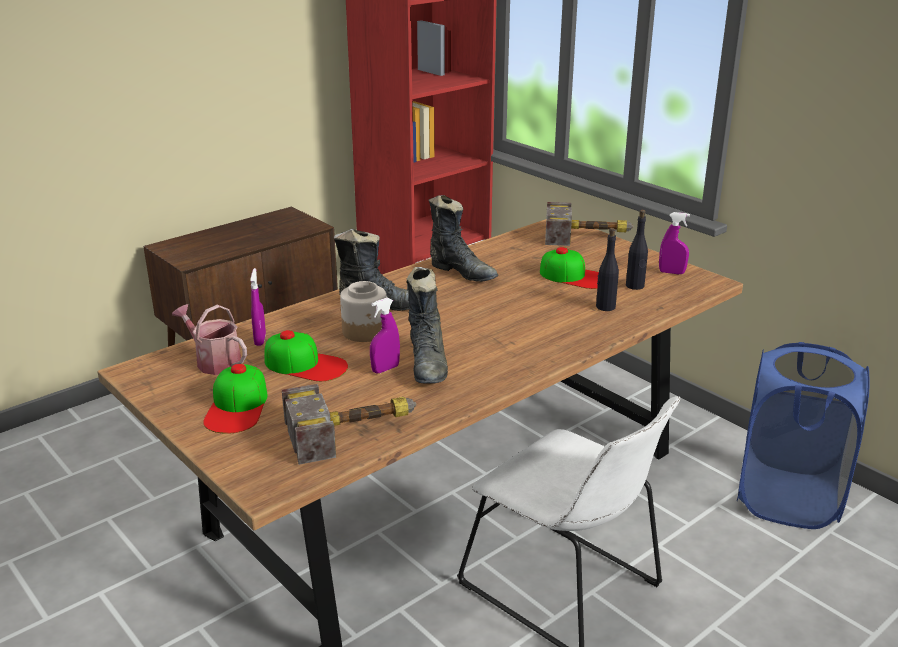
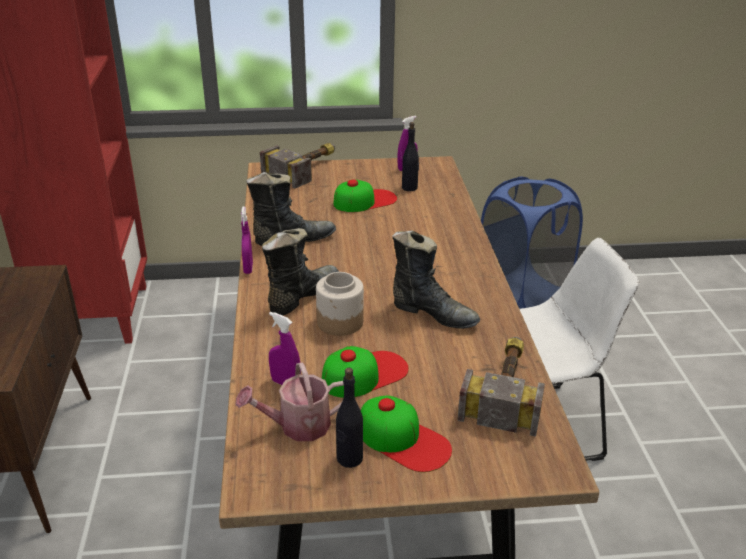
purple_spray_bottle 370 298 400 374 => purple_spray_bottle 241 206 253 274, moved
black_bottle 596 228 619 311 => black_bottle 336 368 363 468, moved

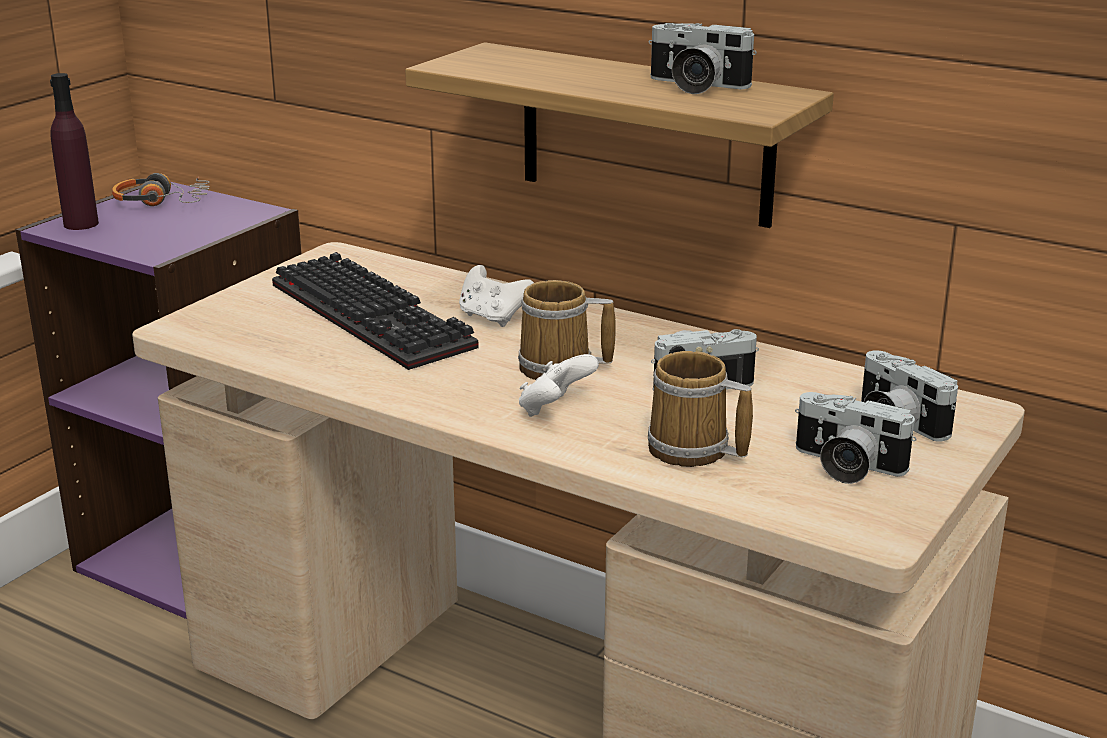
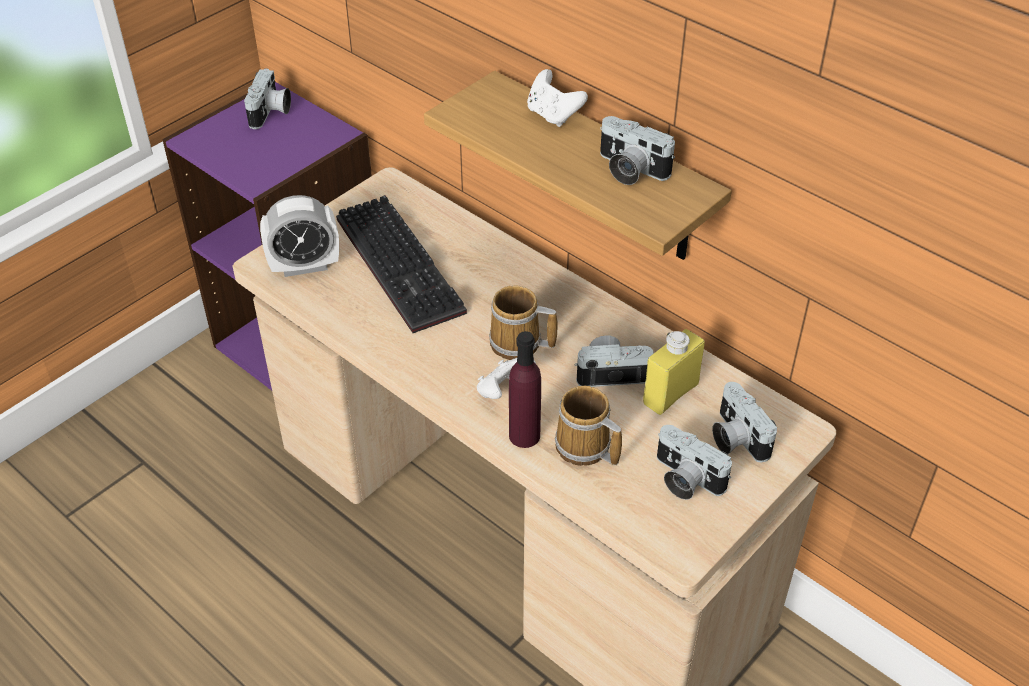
purple_bottle 50 73 99 230 => purple_bottle 509 331 541 448, moved
headphones 112 173 210 206 => photo_camera 244 68 291 129
white_game_controller 459 265 534 327 => white_game_controller 527 69 588 127, moved
nothing => alarm_clock 260 195 339 277
nothing => yellow_bottle 643 329 705 415

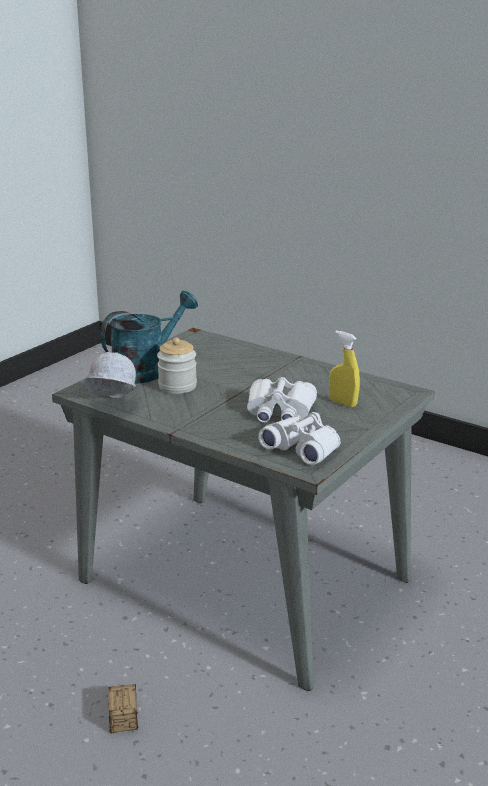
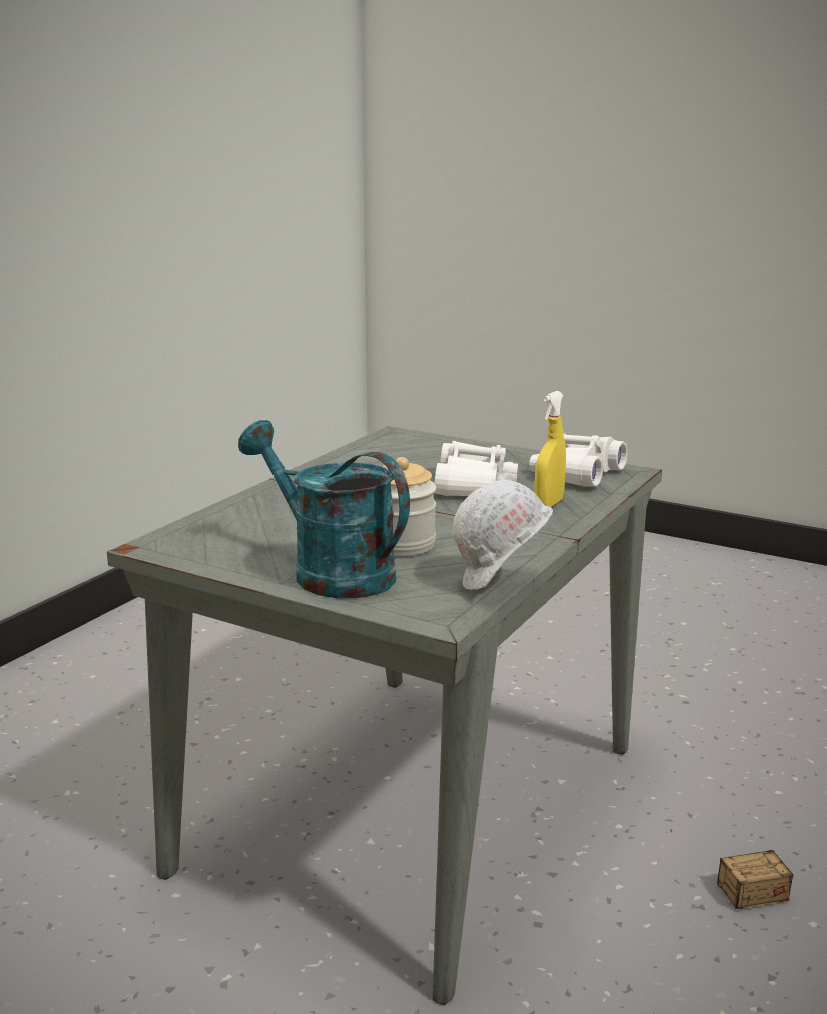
yellow_spray_bottle 329 331 360 407 => yellow_spray_bottle 534 391 566 507, moved

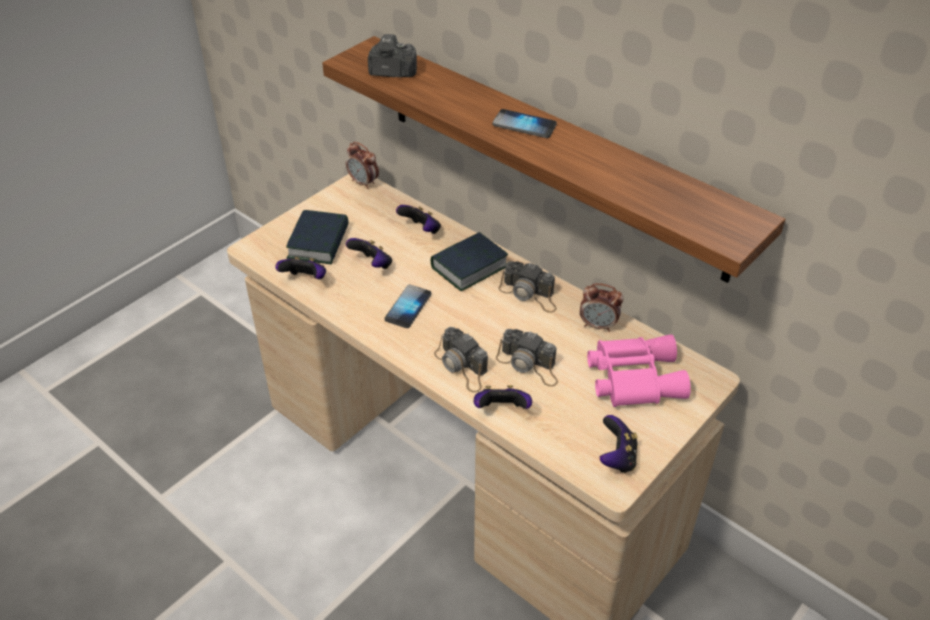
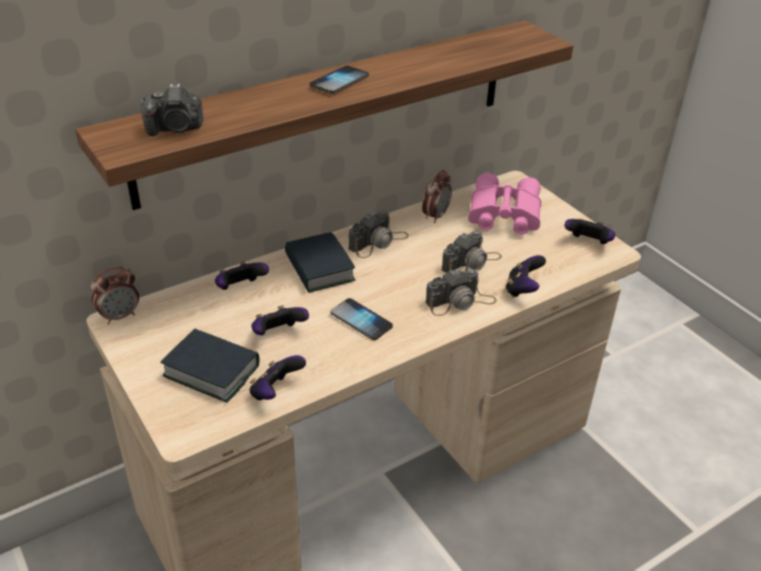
photo_camera 368 34 417 78 => photo_camera 141 84 203 136, 120 degrees counterclockwise

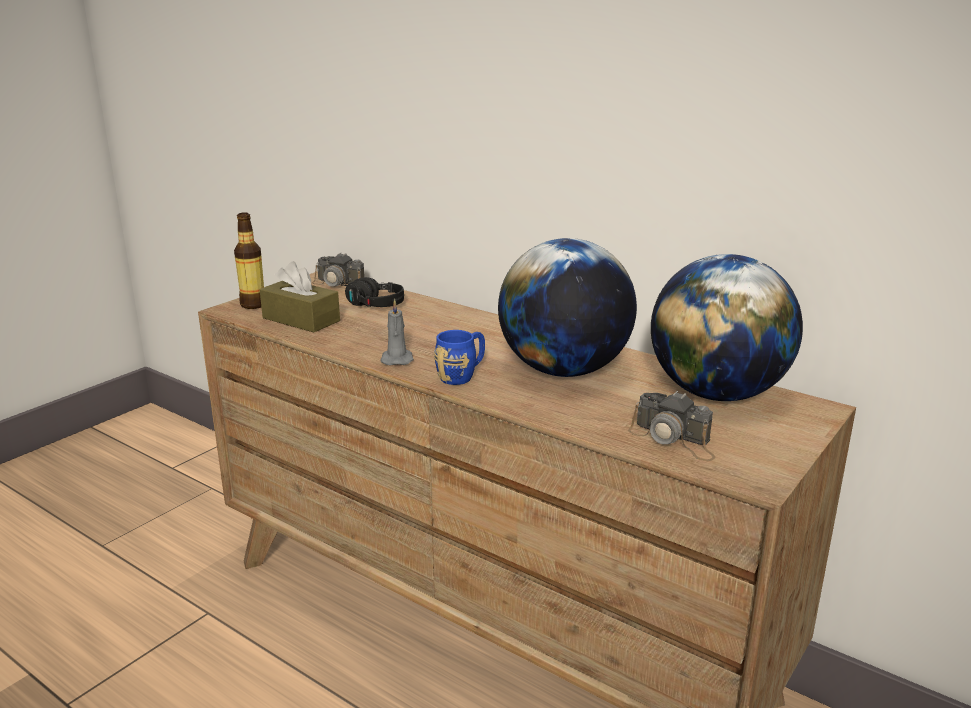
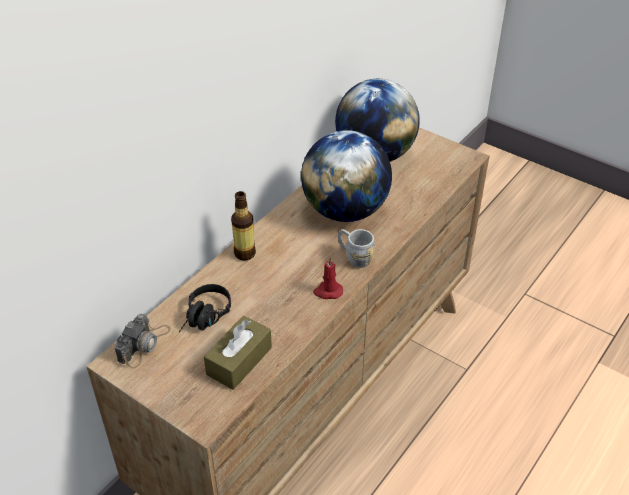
bottle 234 212 264 309 => bottle 231 191 256 260, moved
grey_candle 380 299 414 366 => red_candle 313 257 343 299
blue_mug 434 330 485 385 => grey_mug 338 229 375 268
photo_camera 628 391 715 461 => nothing

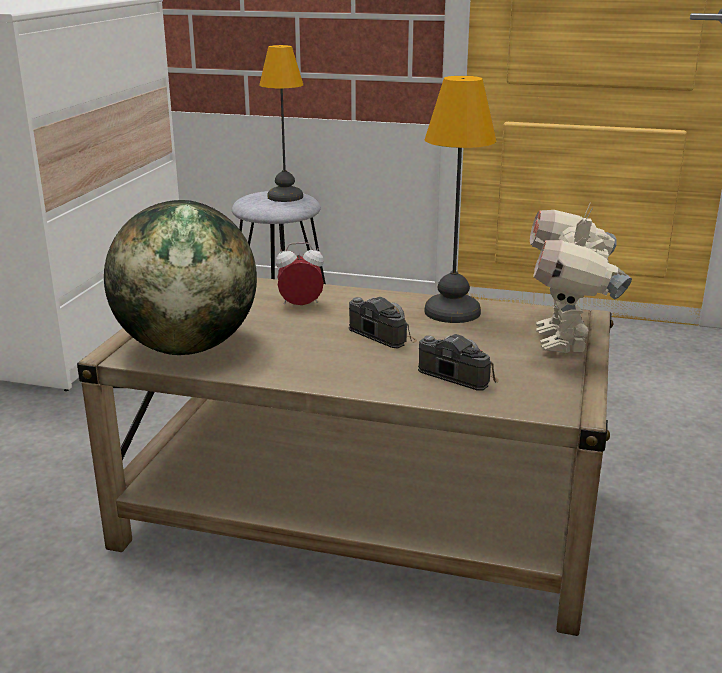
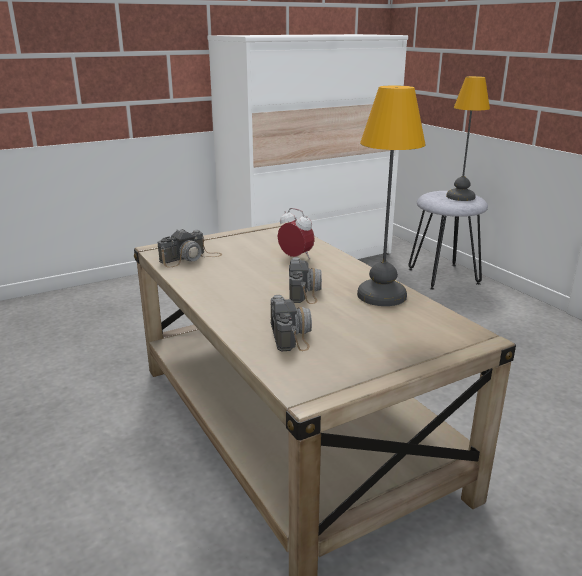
globe 104 200 257 355 => photo_camera 158 228 222 267
toy_robot 530 203 632 353 => nothing

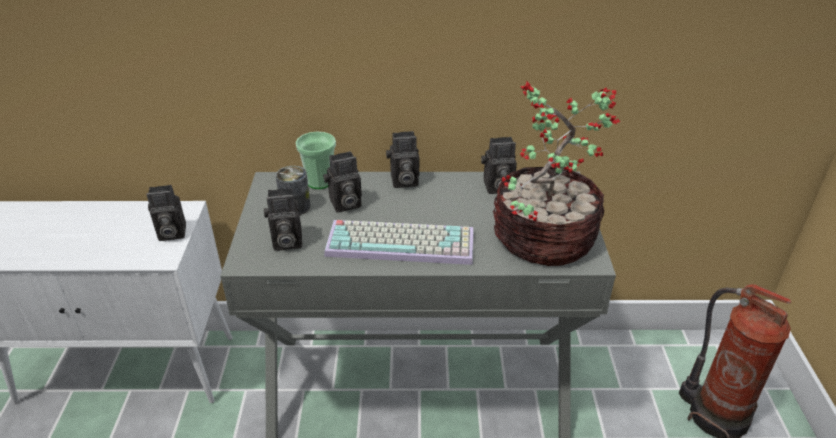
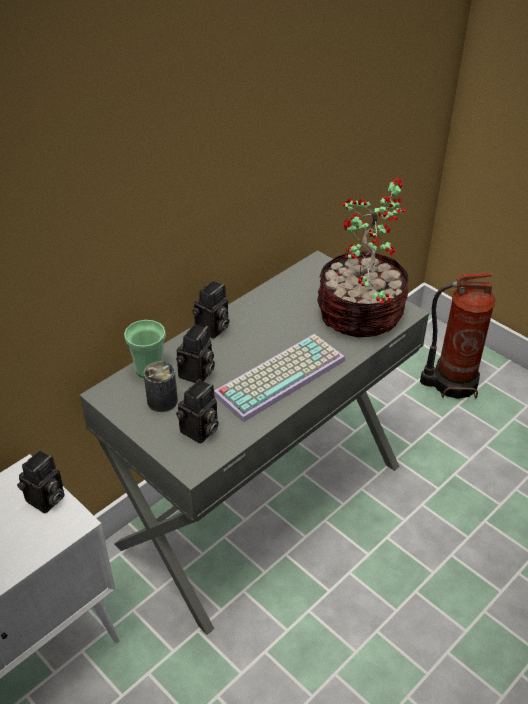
photo_camera 481 137 517 194 => nothing

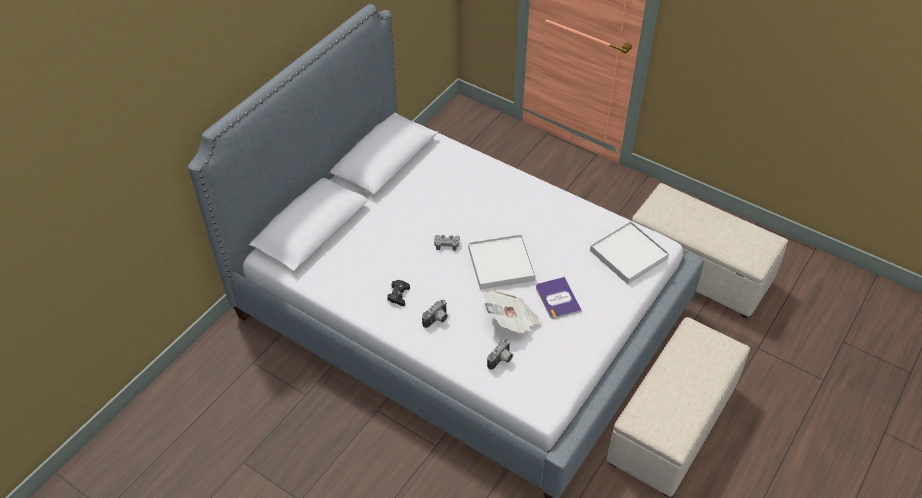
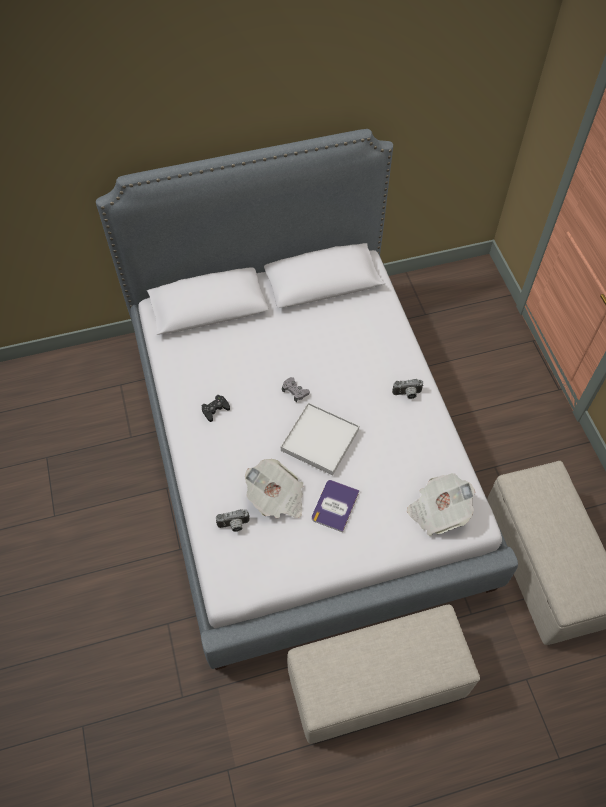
photo_camera 422 300 448 328 => photo_camera 392 379 424 399, moved
white_tray 590 221 669 284 => newspaper 407 473 475 536

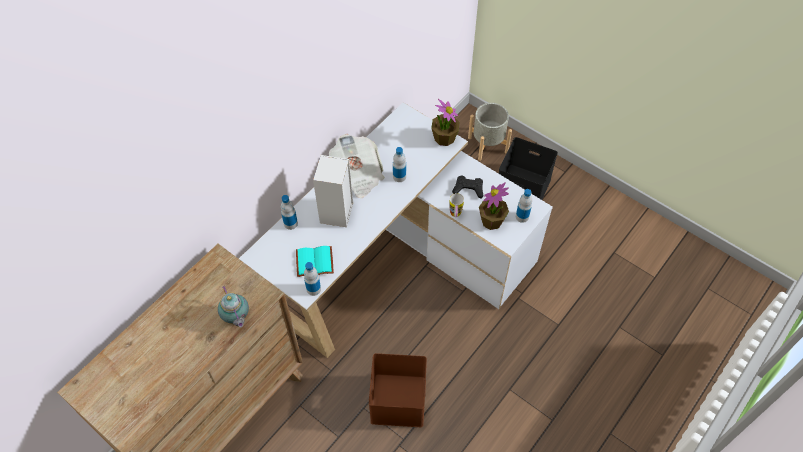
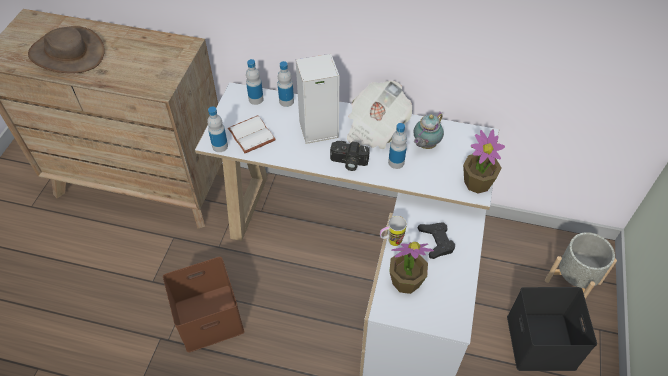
teapot 218 286 249 327 => teapot 414 112 444 149, moved
turquoise_book 296 246 334 277 => white_book 228 115 276 153
bottle 516 189 532 223 => bottle 246 59 264 105, moved
nothing => brown_hat 28 26 105 74
nothing => photo_camera 330 141 370 171

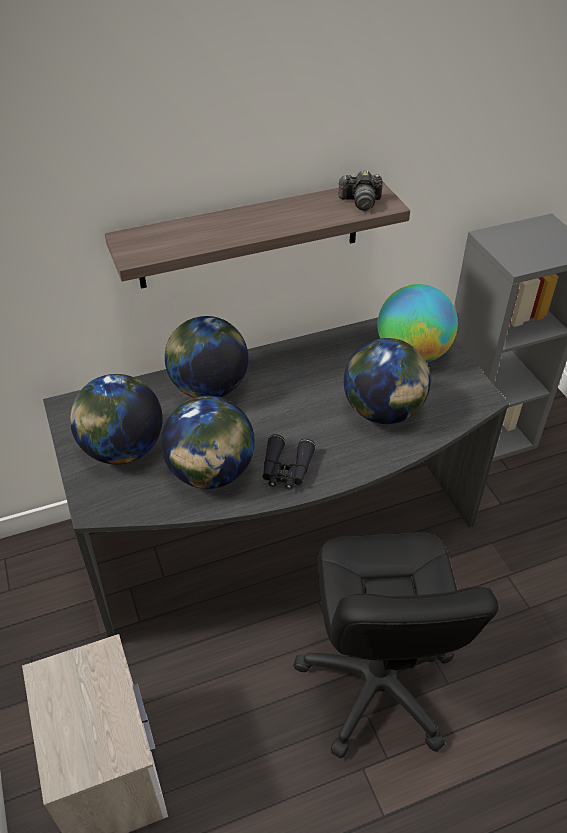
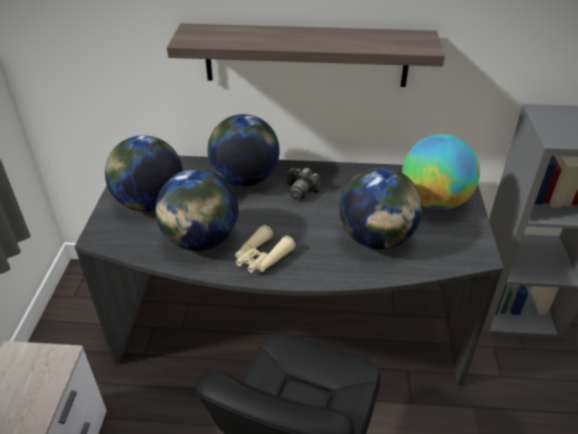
black_binoculars 262 434 316 490 => beige_binoculars 235 225 296 273
photo_camera 338 170 383 211 => photo_camera 286 167 320 200, moved

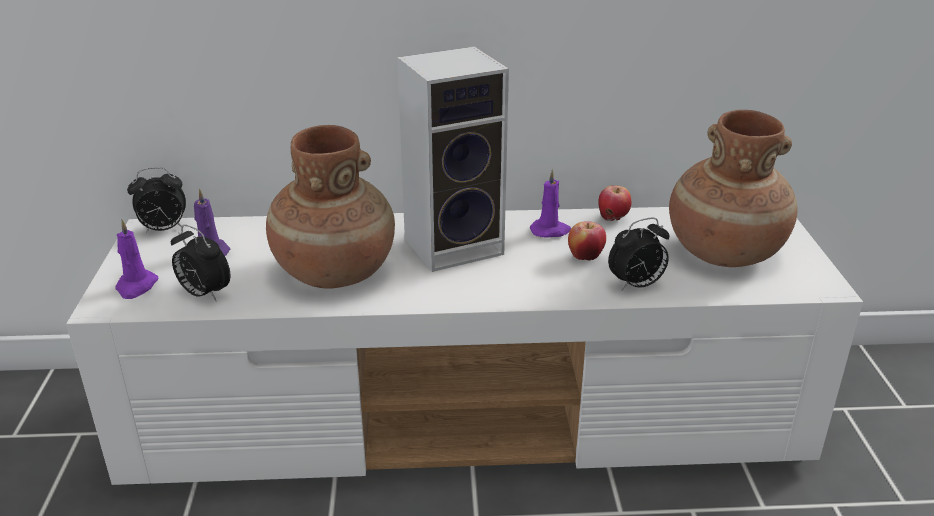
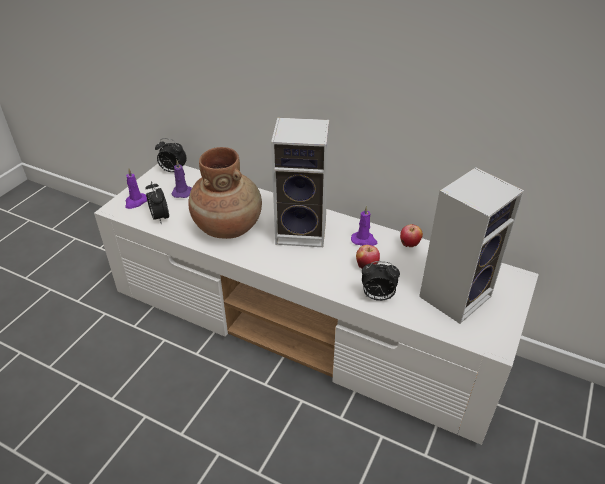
brown_vase 669 110 798 267 => speaker 419 167 524 324

